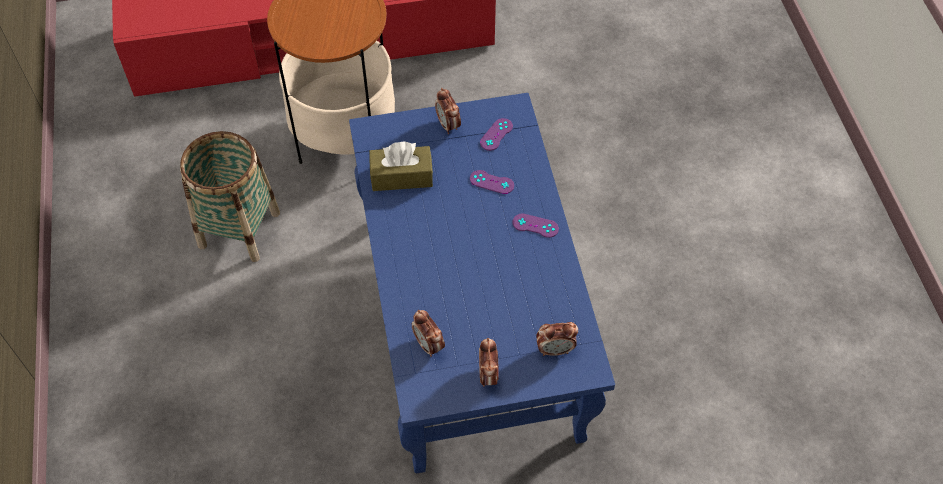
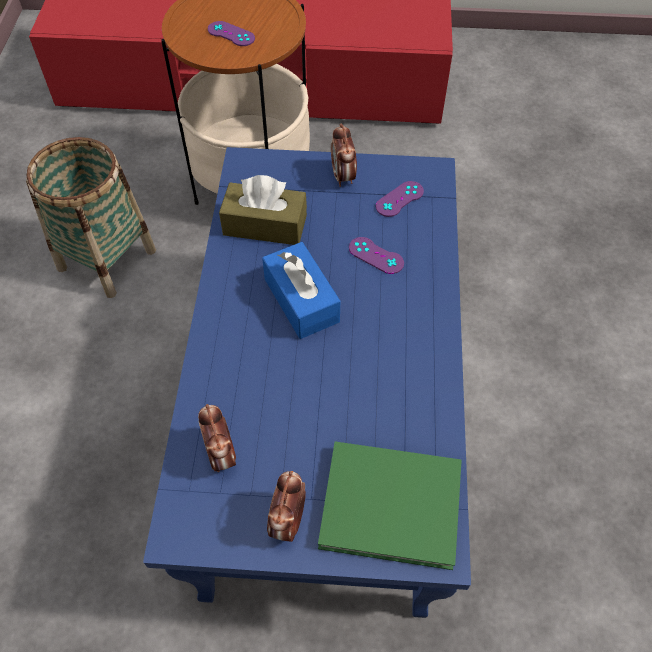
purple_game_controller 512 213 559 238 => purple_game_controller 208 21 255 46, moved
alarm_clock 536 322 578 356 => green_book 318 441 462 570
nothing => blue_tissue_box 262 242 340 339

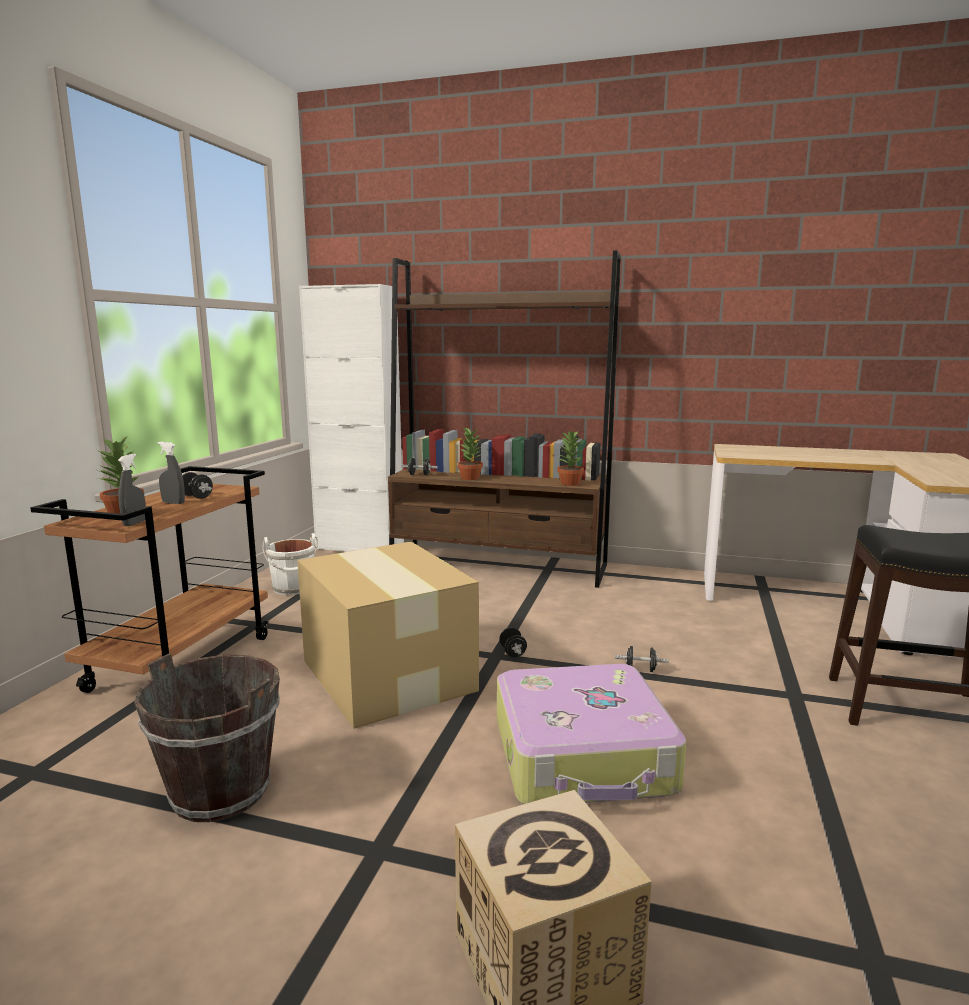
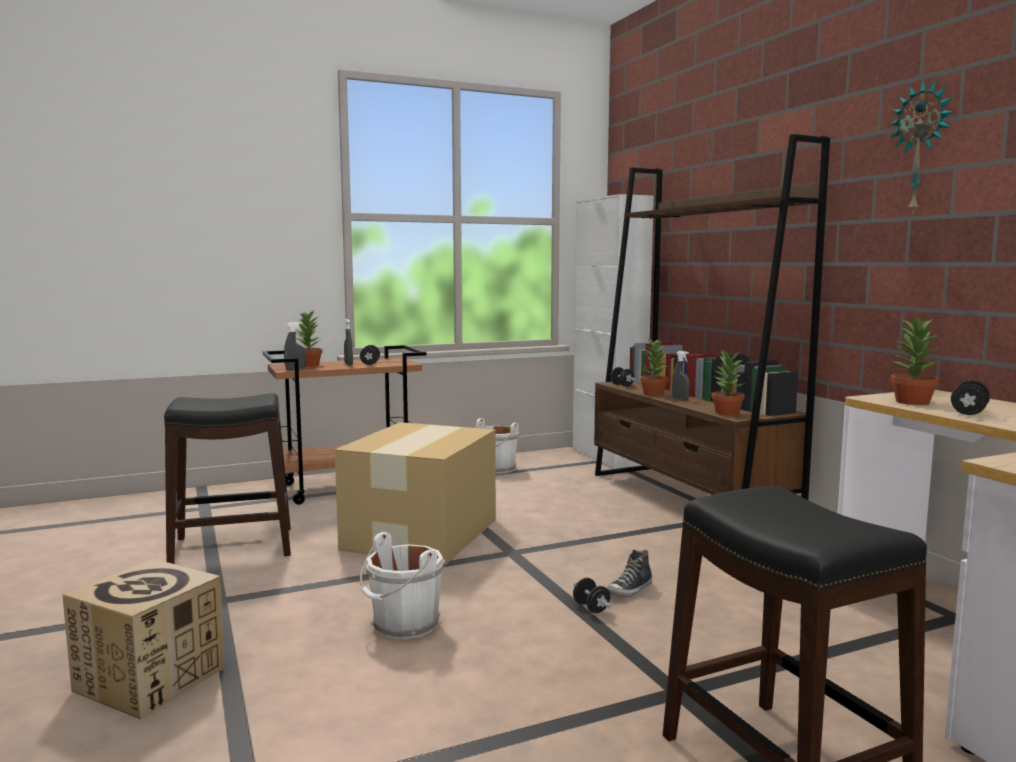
brown_bucket 134 653 280 822 => black_stool 164 393 291 564
suitcase 497 664 686 804 => white_bucket 360 532 446 640
black_dumbbell 499 627 527 657 => black_dumbbell 951 380 990 415, moved
nothing => shoe 607 549 652 597
nothing => grey_spray_bottle 672 351 690 400
nothing => wall_clock 889 80 953 215
nothing => potted_plant 891 316 939 405

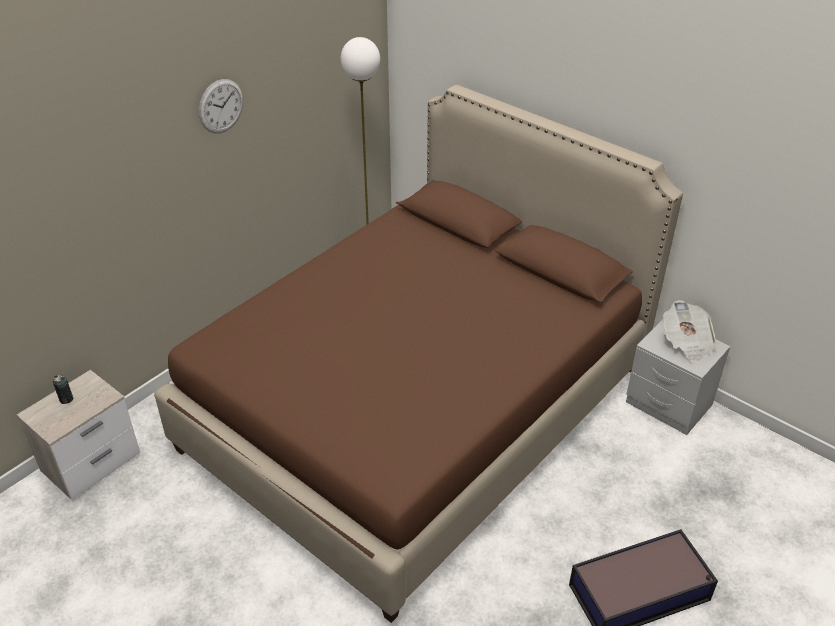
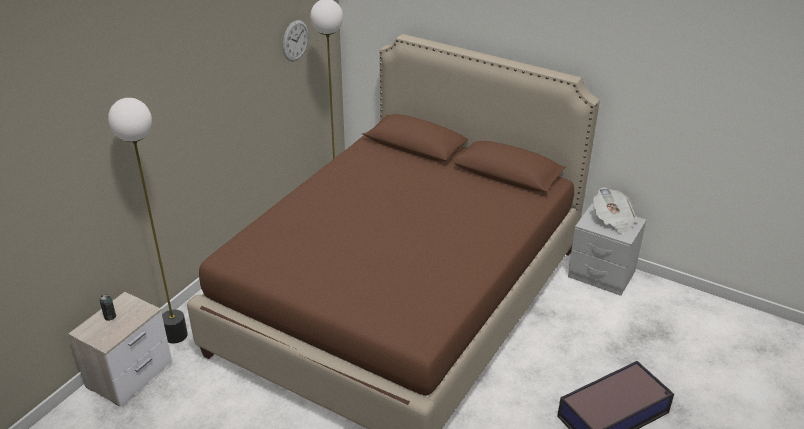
wall_clock 199 79 243 133 => wall_clock 283 20 308 61, moved
nothing => floor_lamp 108 98 188 344

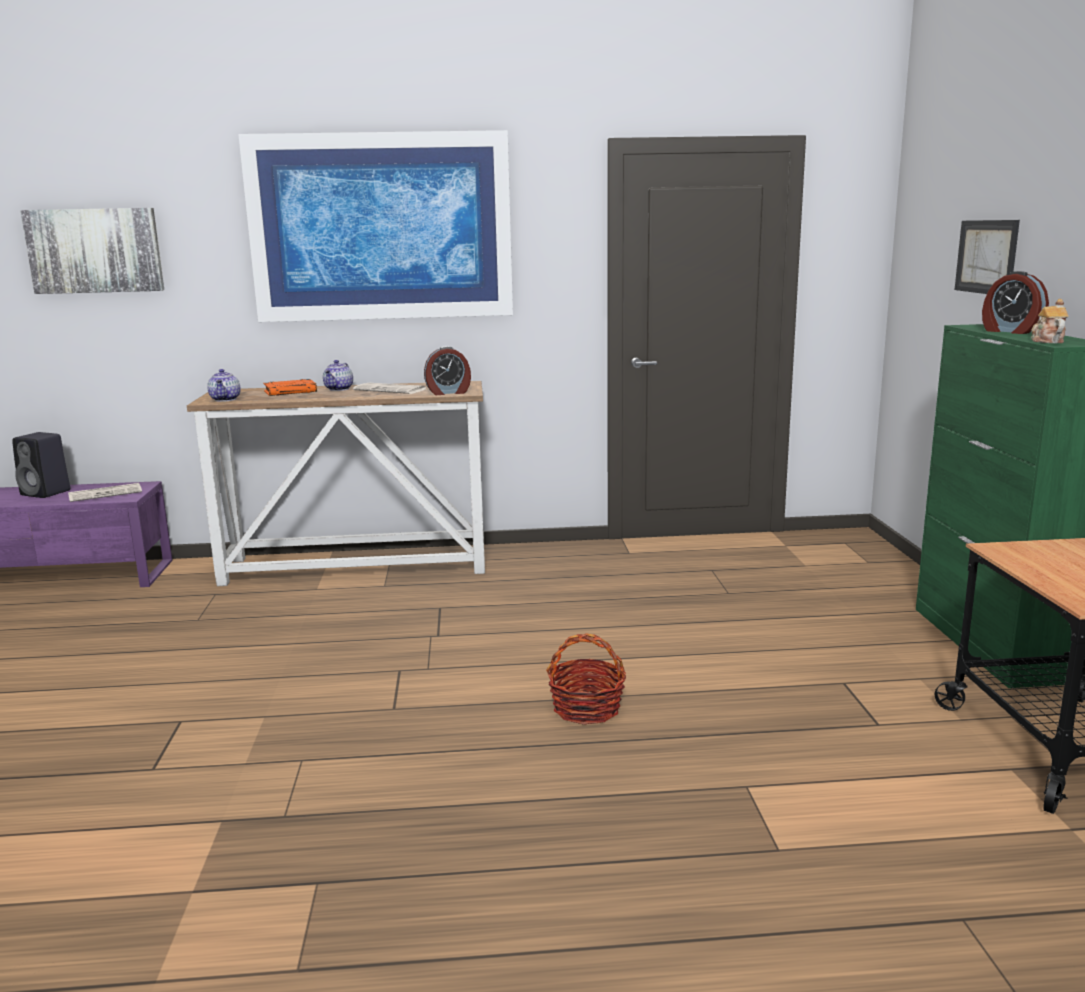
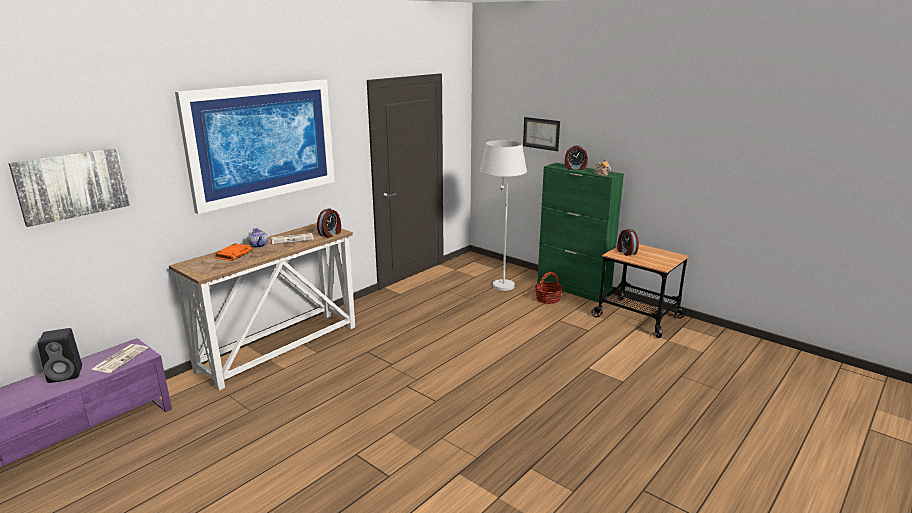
teapot 207 369 241 402 => nothing
basket 546 633 626 725 => basket 535 272 563 304, moved
nothing => white_floor_lamp 480 140 527 291
nothing => alarm_clock 617 229 639 256

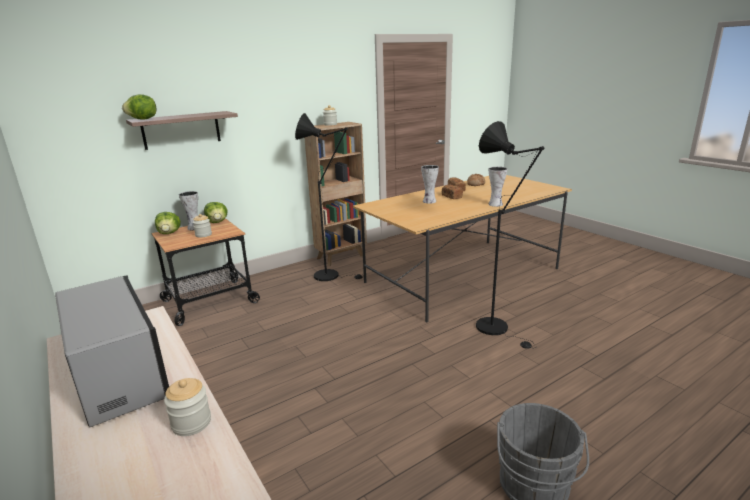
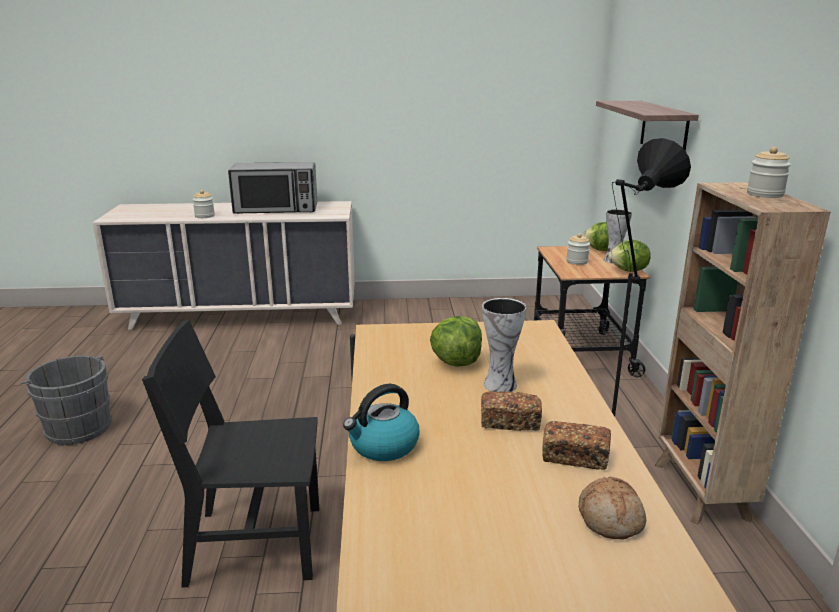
lettuce 122 94 156 120 => lettuce 430 316 482 367, moved
black_floor_lamp 476 121 544 349 => black_chair 142 320 319 588
vase 488 167 507 207 => kettle 343 384 419 461

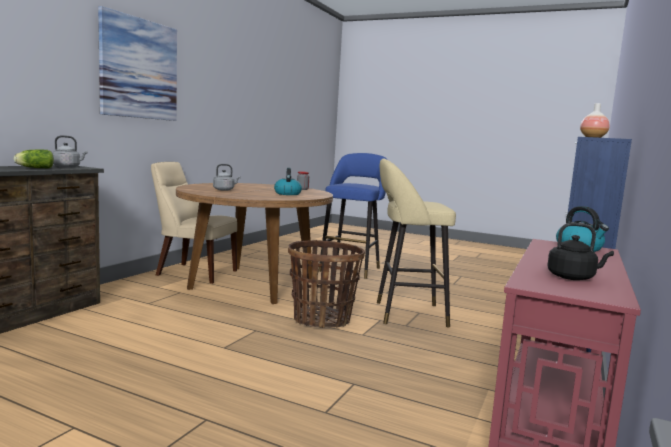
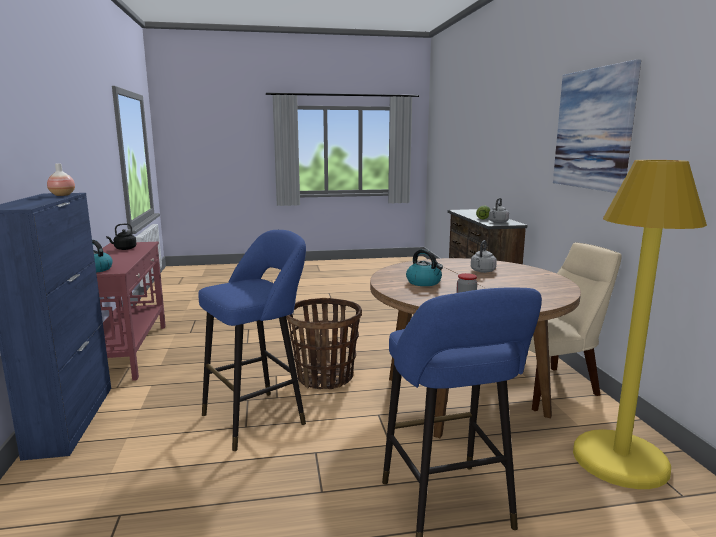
beige_stool 377 159 456 328 => blue_stool 198 230 306 451
nothing => yellow_floor_lamp 573 160 707 489

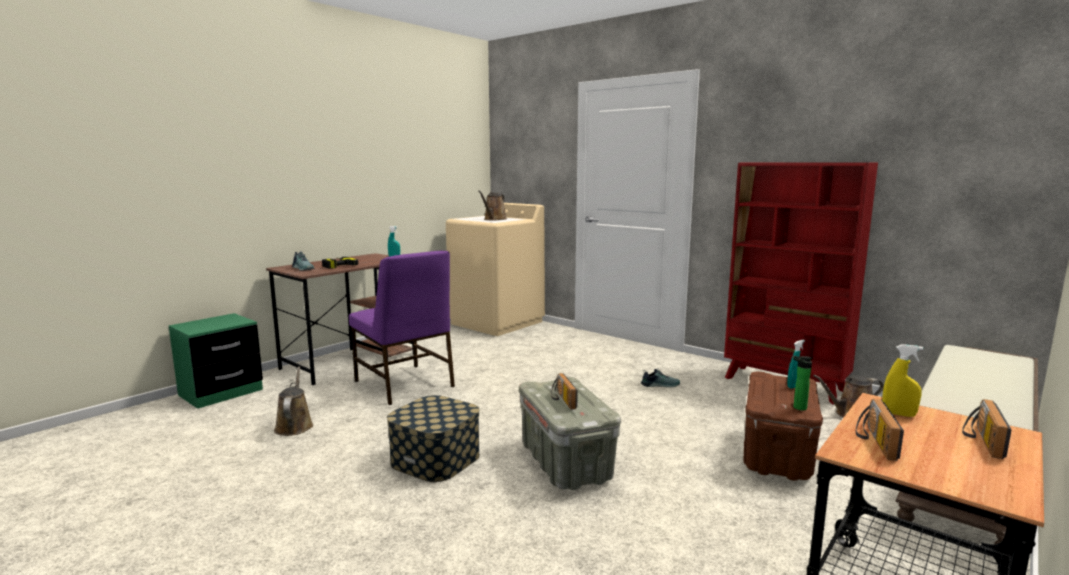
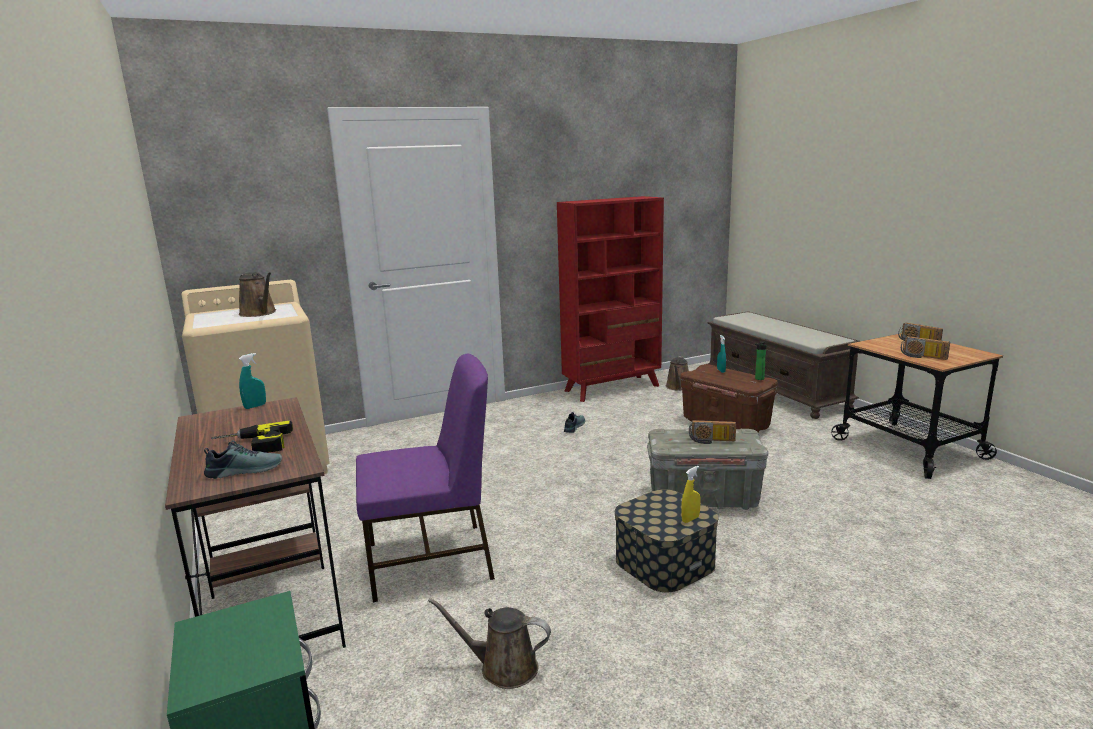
yellow_spray_bottle 882 344 923 417 => yellow_spray_bottle 681 466 701 523, moved

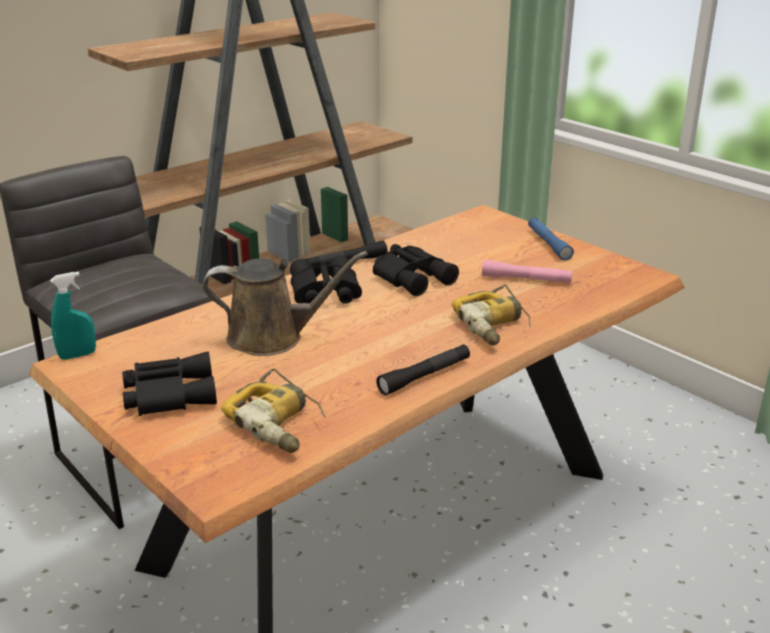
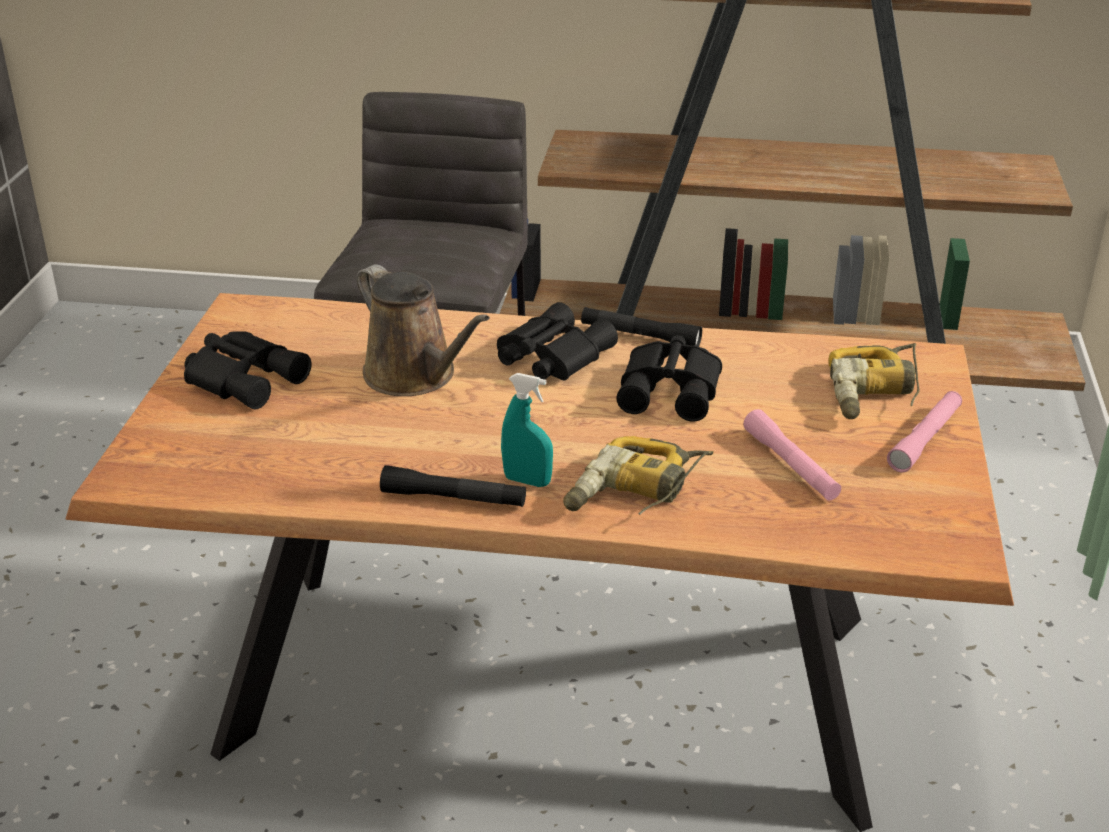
turquoise_spray_bottle 50 272 96 360 => turquoise_spray_bottle 501 373 553 487, moved
power_drill 221 369 326 453 => power_drill 828 343 920 419, moved
blue_flashlight 528 217 574 261 => pink_flashlight 887 391 962 473

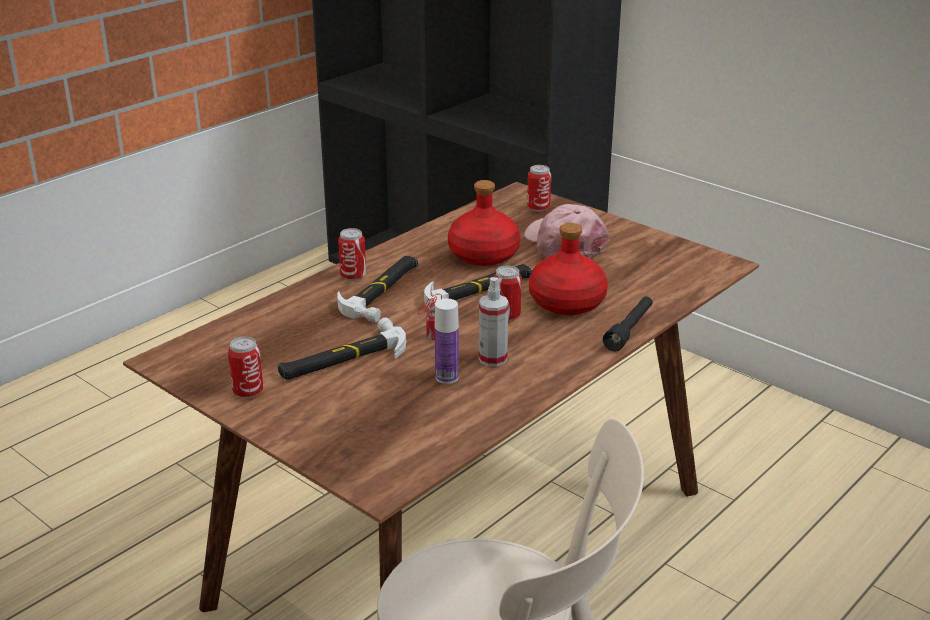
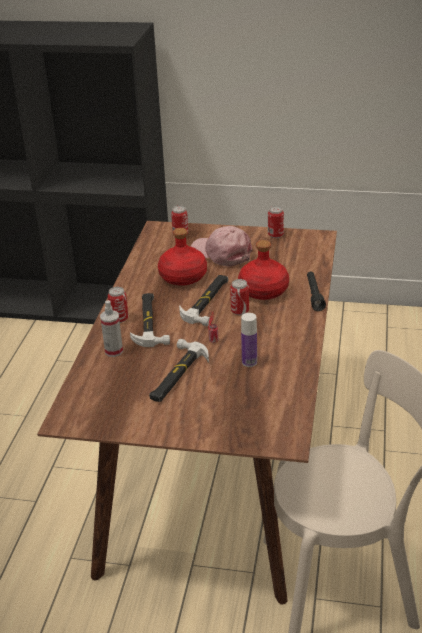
can 228 336 263 398 => can 268 206 284 238, moved
spray_bottle 479 277 509 367 => spray_bottle 100 300 123 357, moved

